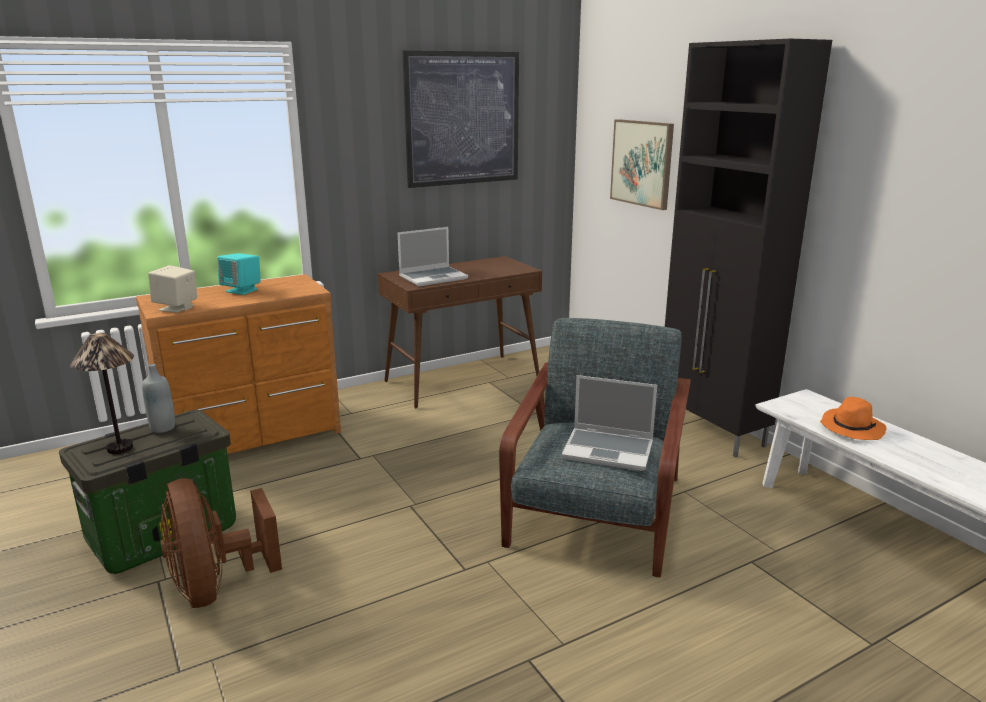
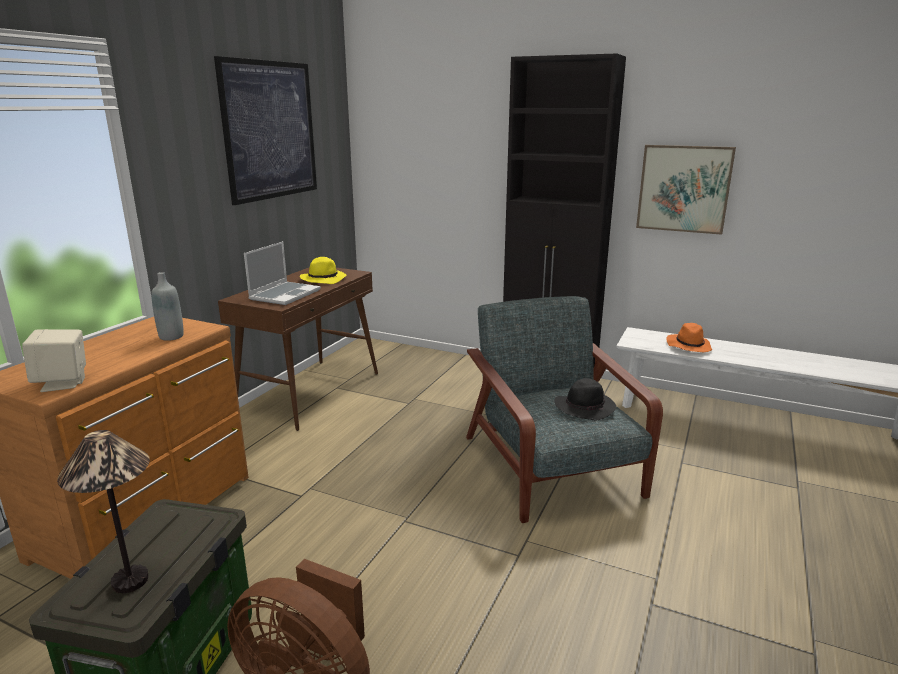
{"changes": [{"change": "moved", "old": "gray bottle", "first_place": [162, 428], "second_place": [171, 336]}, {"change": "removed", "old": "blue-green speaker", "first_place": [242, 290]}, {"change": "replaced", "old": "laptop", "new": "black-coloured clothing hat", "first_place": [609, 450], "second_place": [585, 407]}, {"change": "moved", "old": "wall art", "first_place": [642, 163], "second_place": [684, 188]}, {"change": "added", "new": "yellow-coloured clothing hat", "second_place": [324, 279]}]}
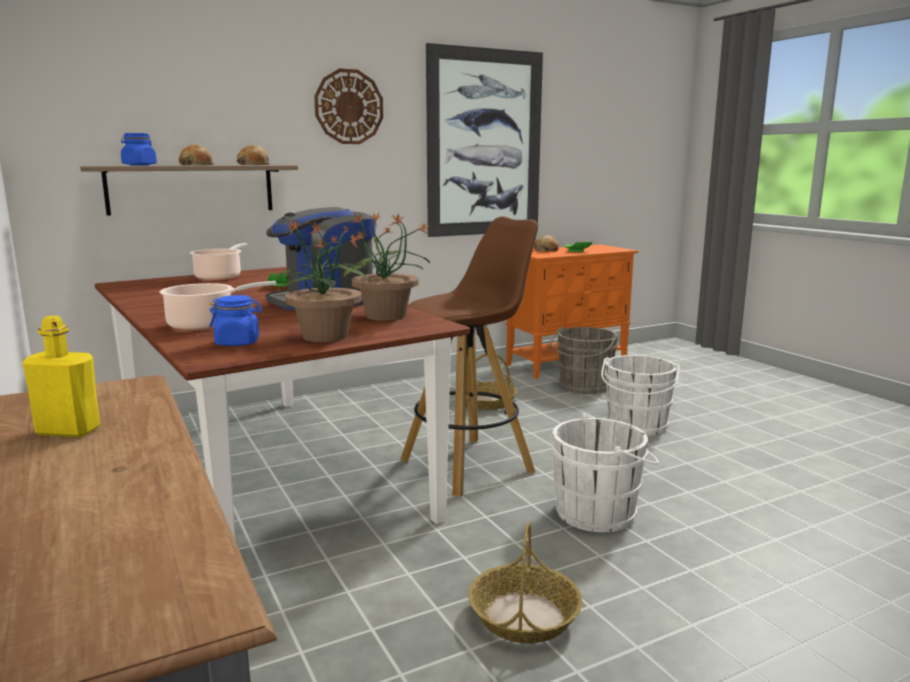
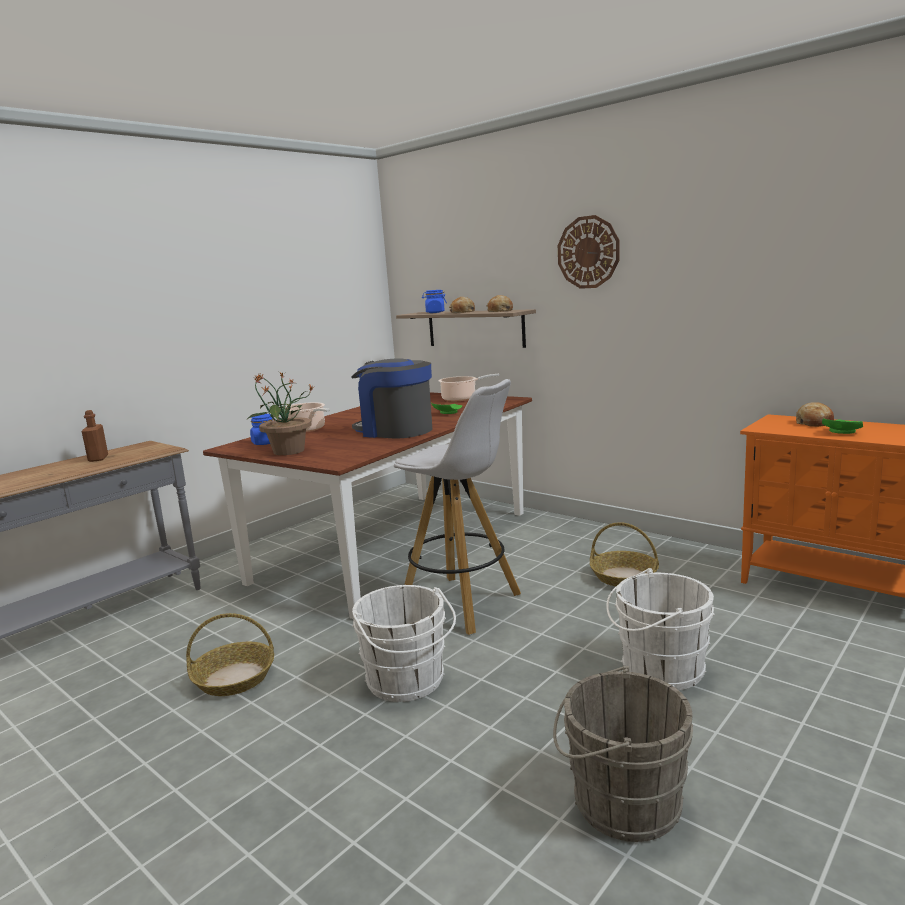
{"changes": [{"change": "recoloured", "old": "yellow-coloured bottle", "new": "brownish bottle", "first_place": [68, 431], "second_place": [98, 458]}, {"change": "removed", "old": "plant in a pot", "first_place": [386, 316]}, {"change": "recoloured", "old": "brownish stool seat", "new": "whitish stool seat", "first_place": [468, 465], "second_place": [462, 604]}, {"change": "removed", "old": "wall art", "first_place": [485, 144]}, {"change": "moved", "old": "gray bucket", "first_place": [583, 387], "second_place": [619, 801]}]}
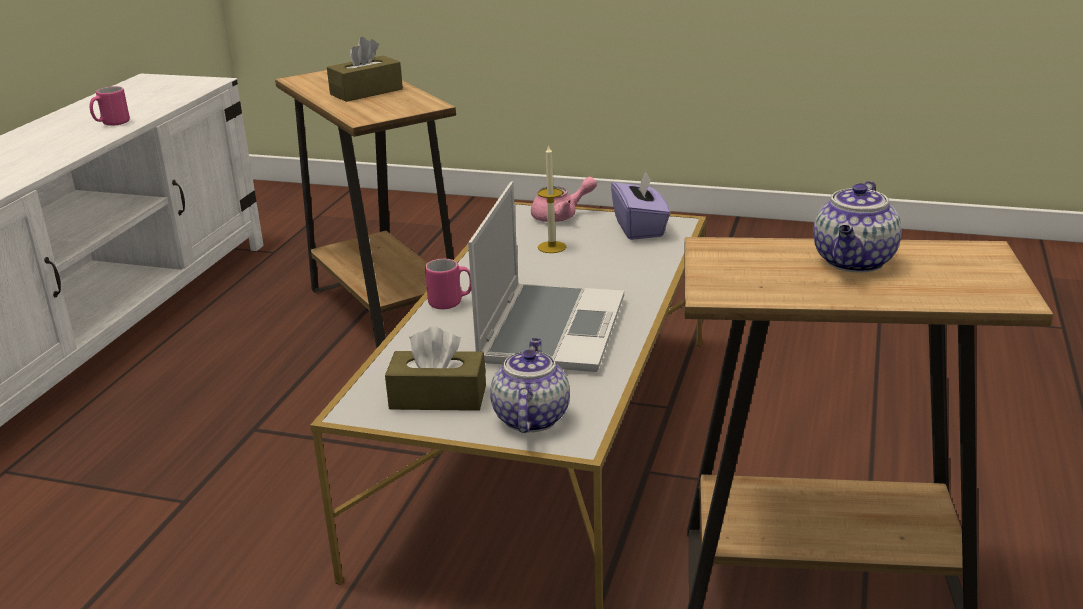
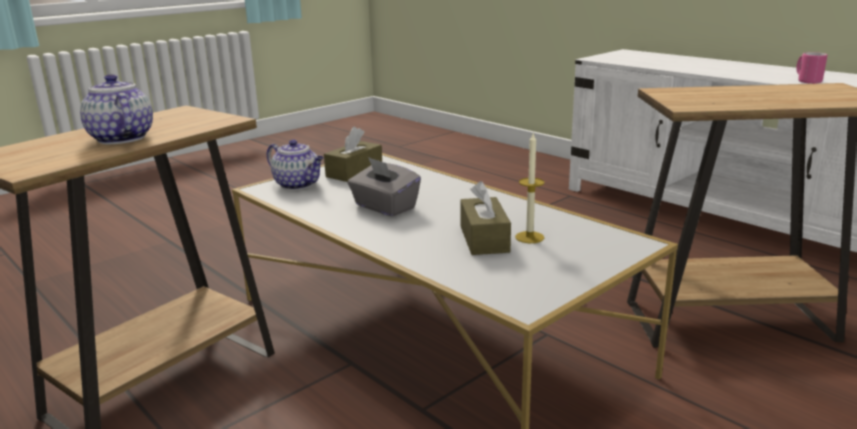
{"changes": [{"change": "moved", "old": "brownish tissue box", "first_place": [366, 92], "second_place": [484, 239]}, {"change": "removed", "old": "pinkish mug", "first_place": [451, 302]}, {"change": "replaced", "old": "laptop", "new": "gray tissue box", "first_place": [550, 329], "second_place": [384, 207]}, {"change": "removed", "old": "pinkish pot for tea", "first_place": [561, 216]}, {"change": "removed", "old": "purplish tissue box", "first_place": [640, 228]}]}
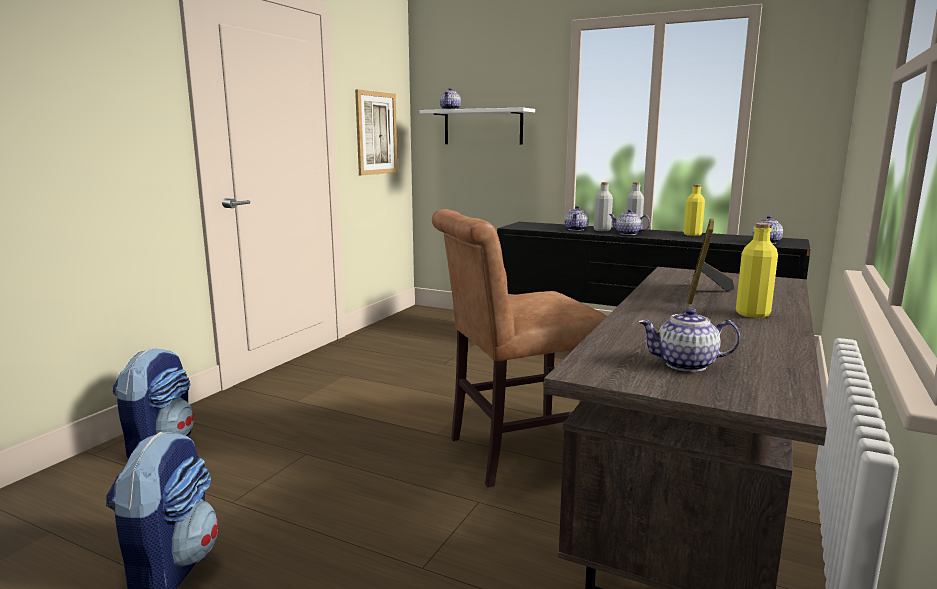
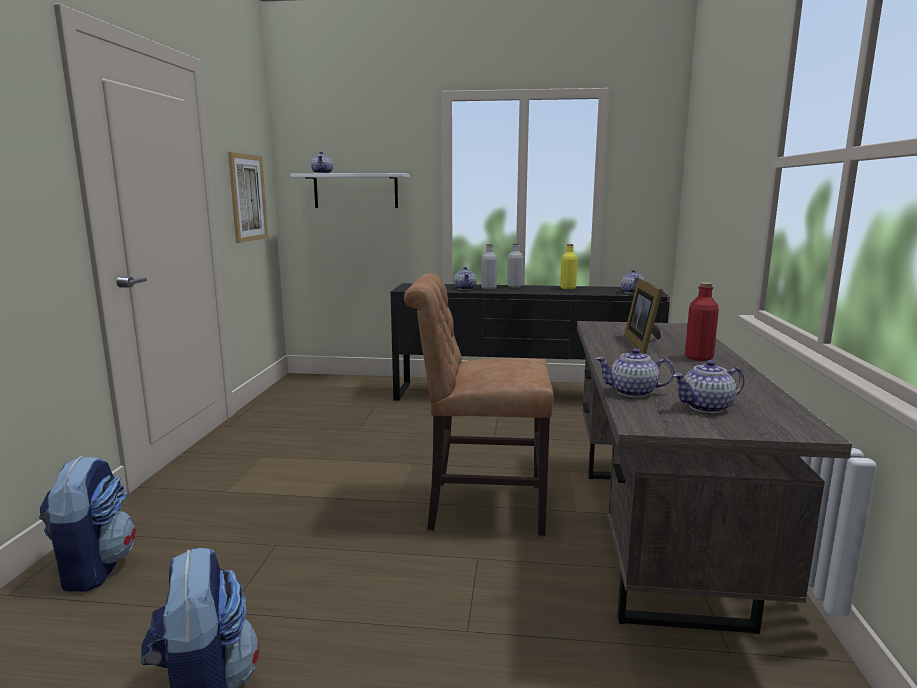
{"changes": [{"change": "turned", "old": "brownish chair", "first_place": [513, 453], "second_place": [479, 506], "degrees": 45}, {"change": "moved", "old": "pot for tea", "first_place": [628, 234], "second_place": [633, 392]}, {"change": "recoloured", "old": "yellow-coloured bottle", "new": "red bottle", "first_place": [752, 314], "second_place": [698, 358]}]}
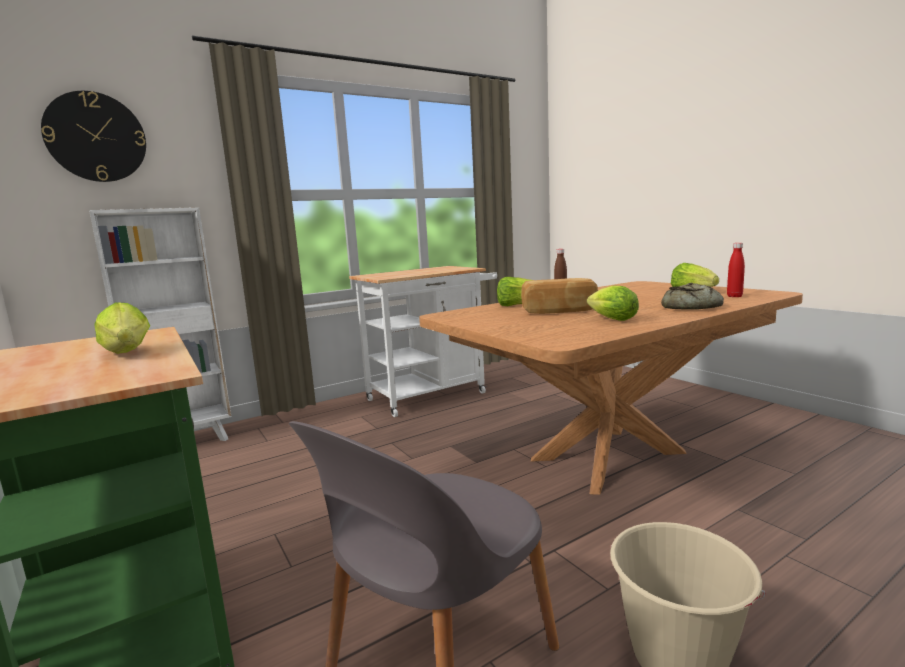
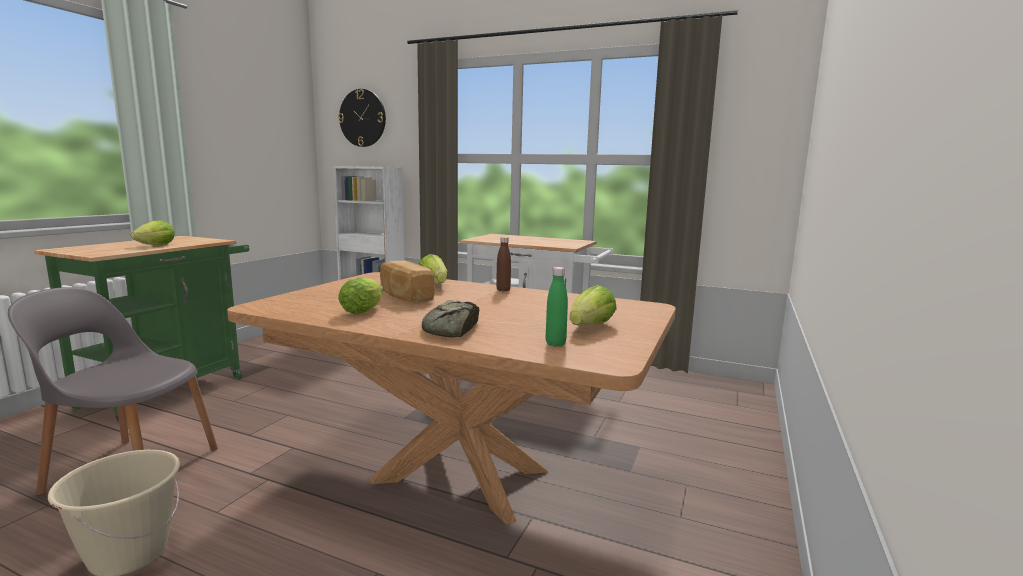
{"changes": [{"change": "recoloured", "old": "red bottle", "new": "greenish bottle", "first_place": [734, 296], "second_place": [555, 344]}]}
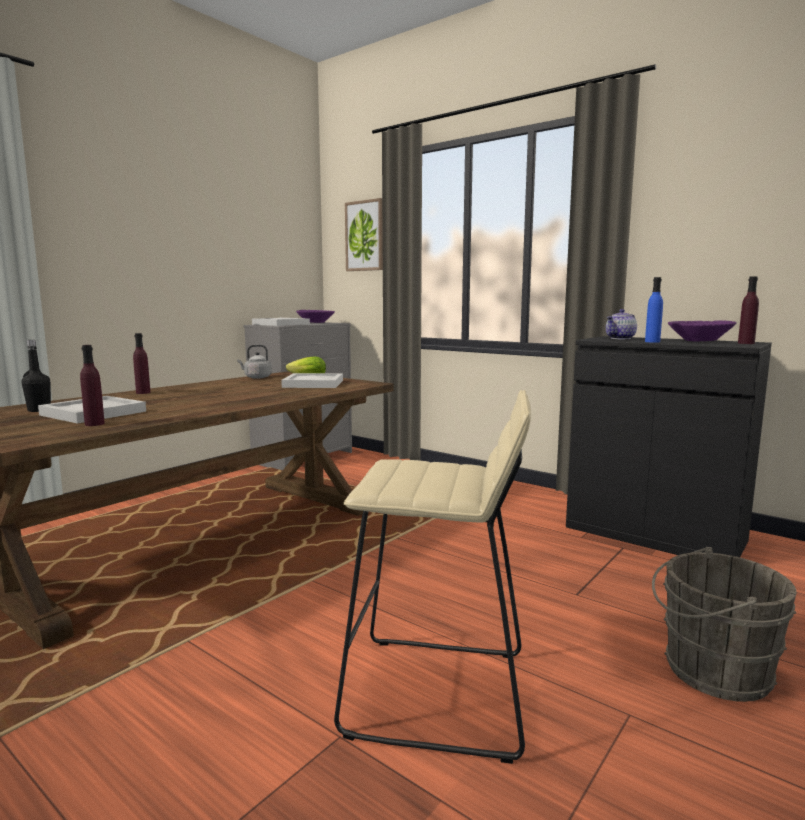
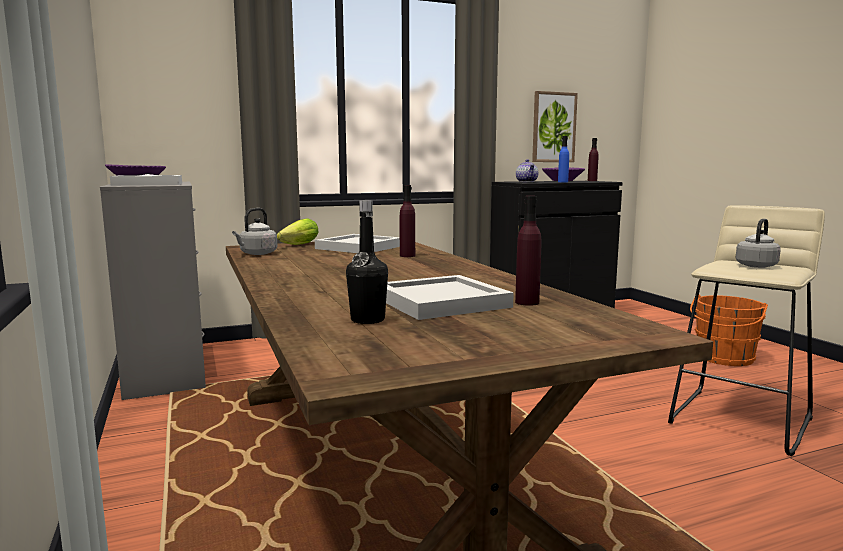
{"changes": [{"change": "moved", "old": "purplish bottle", "first_place": [143, 392], "second_place": [407, 256]}, {"change": "moved", "old": "wall art", "first_place": [365, 236], "second_place": [553, 127]}, {"change": "recoloured", "old": "gray bucket", "new": "orange bucket", "first_place": [710, 670], "second_place": [723, 358]}, {"change": "added", "new": "gray water kettle", "second_place": [757, 265]}]}
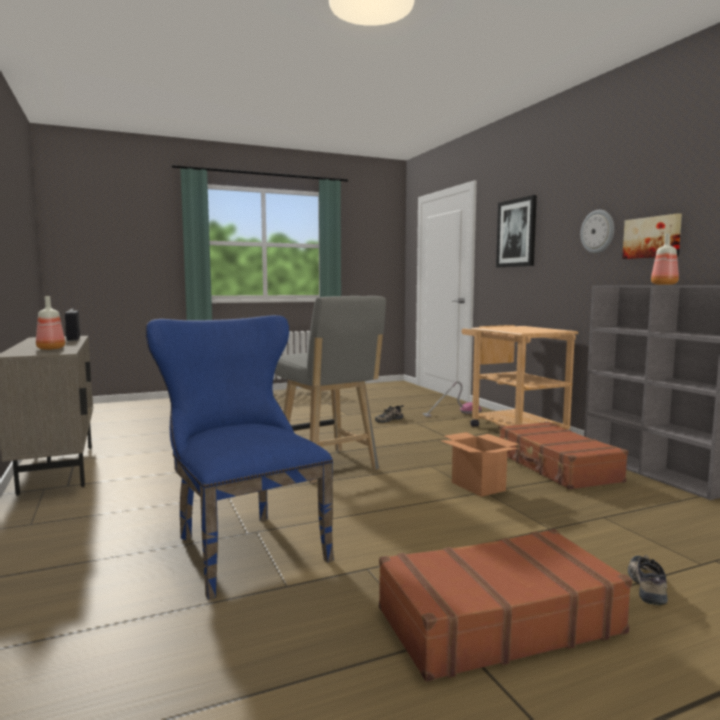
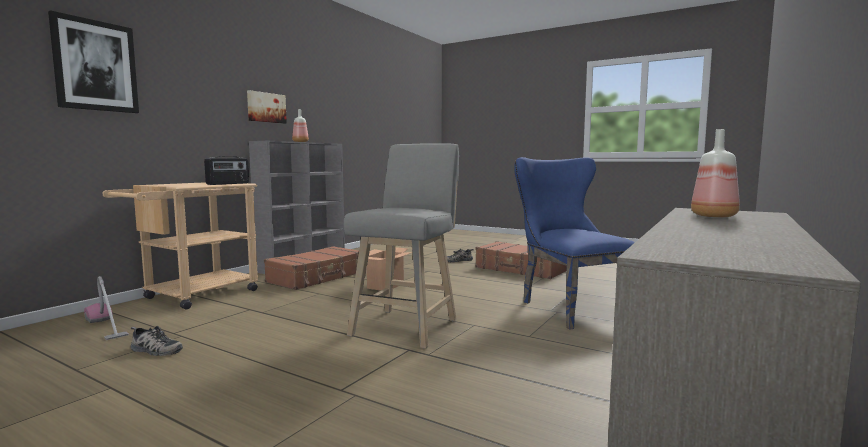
{"changes": [{"change": "moved", "old": "radio set", "first_place": [73, 338], "second_place": [228, 184]}, {"change": "turned", "old": "blue-coloured chair", "first_place": [243, 546], "second_place": [569, 308], "degrees": 135}, {"change": "removed", "old": "wall clock", "first_place": [598, 231]}]}
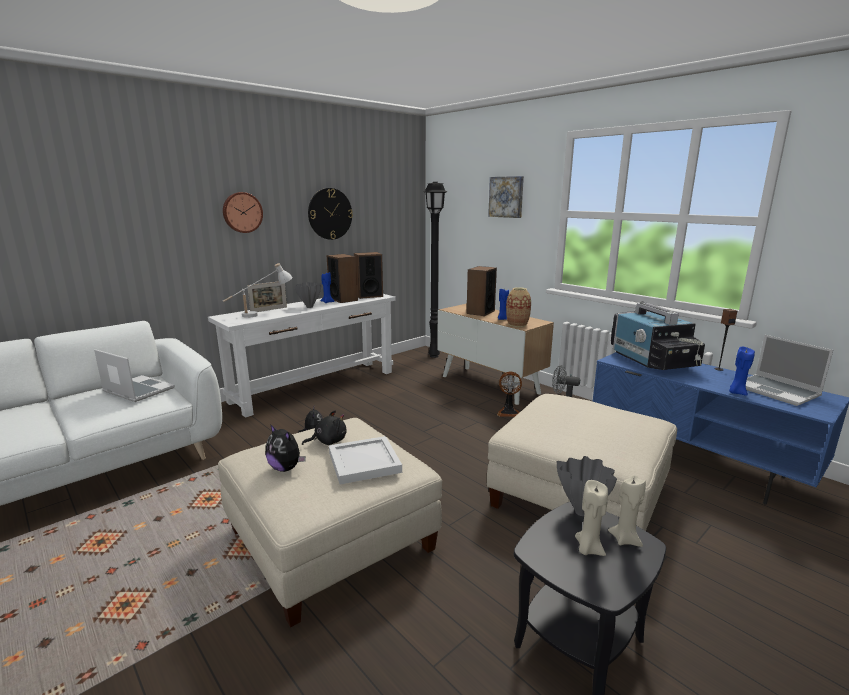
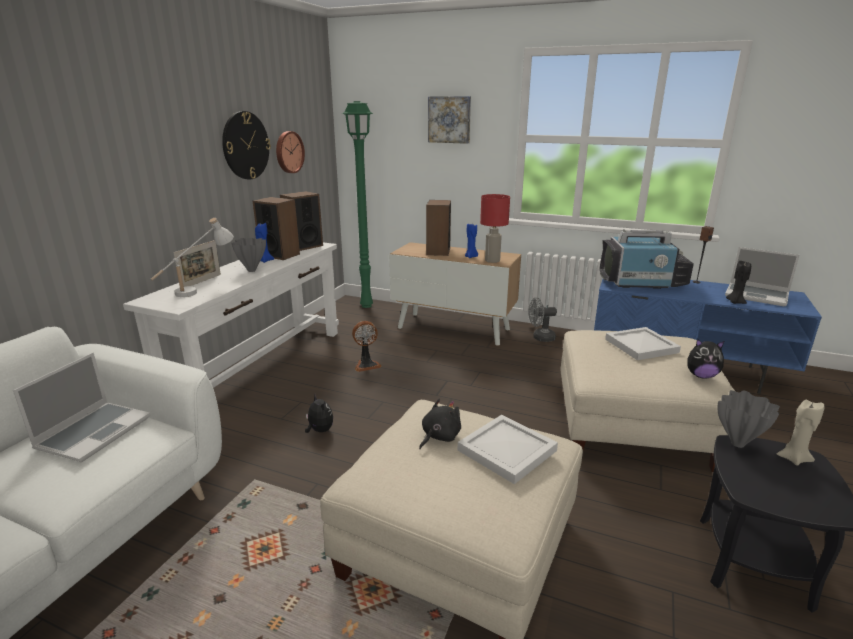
{"changes": [{"change": "turned", "old": "laptop", "first_place": [137, 390], "second_place": [94, 432], "degrees": 105}, {"change": "moved", "old": "wall clock", "first_place": [242, 212], "second_place": [288, 152]}, {"change": "moved", "old": "cuddly toy", "first_place": [286, 468], "second_place": [701, 376]}, {"change": "recoloured", "old": "black-coloured standard lamp", "new": "greenish standard lamp", "first_place": [435, 356], "second_place": [367, 306]}, {"change": "moved", "old": "electric fan", "first_place": [508, 412], "second_place": [366, 365]}, {"change": "replaced", "old": "decorative vase", "new": "red tabletop lamp", "first_place": [517, 324], "second_place": [492, 261]}, {"change": "removed", "old": "beige wax candle", "first_place": [588, 549]}, {"change": "turned", "old": "TV set", "first_place": [652, 361], "second_place": [642, 283], "degrees": -45}, {"change": "recoloured", "old": "blue-coloured wax candle", "new": "black-coloured wax candle", "first_place": [736, 392], "second_place": [735, 302]}, {"change": "added", "new": "whitish carrying tray", "second_place": [640, 345]}]}
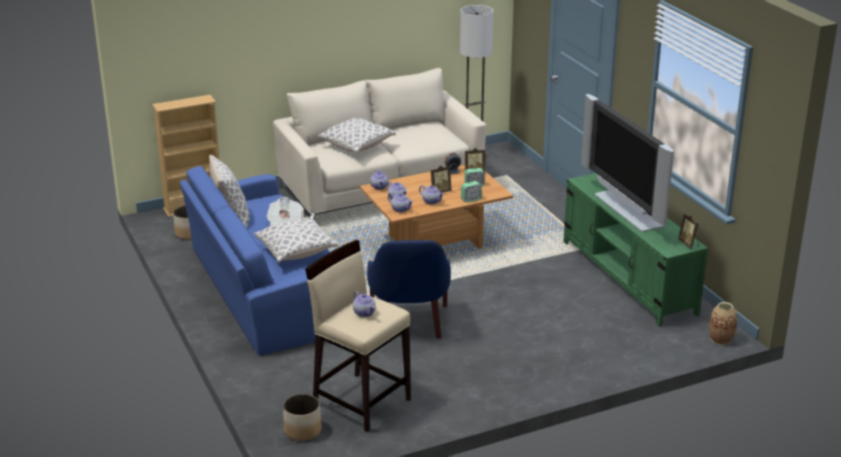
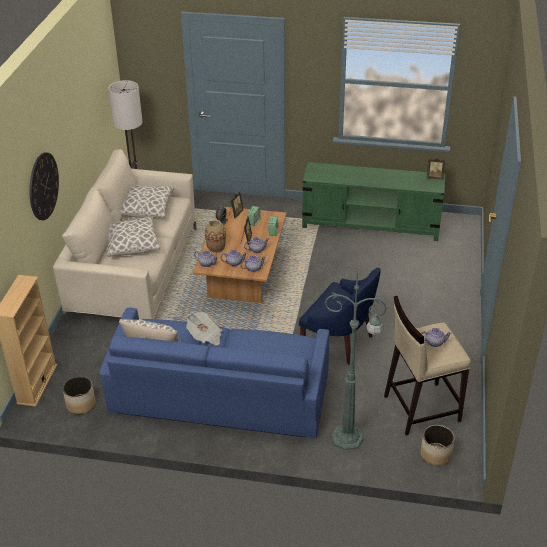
{"changes": [{"change": "moved", "old": "pillow", "first_place": [296, 252], "second_place": [146, 210]}, {"change": "removed", "old": "TV set", "first_place": [628, 210]}, {"change": "moved", "old": "decorative vase", "first_place": [720, 339], "second_place": [216, 248]}, {"change": "added", "new": "wall clock", "second_place": [43, 186]}, {"change": "added", "new": "greenish standard lamp", "second_place": [349, 438]}]}
